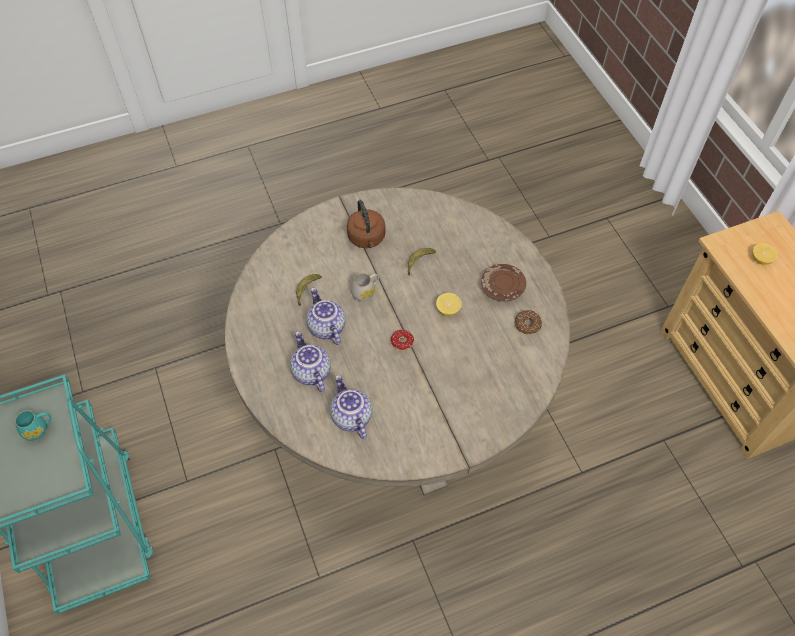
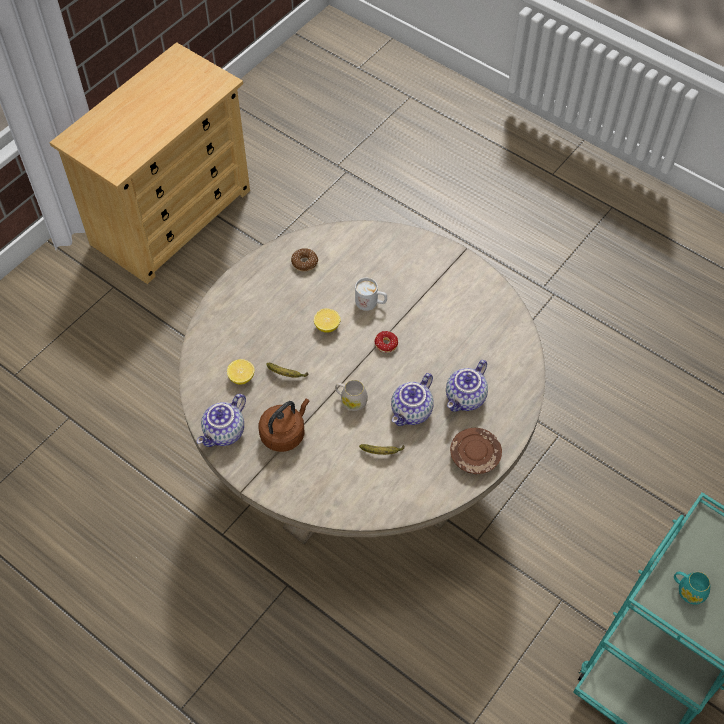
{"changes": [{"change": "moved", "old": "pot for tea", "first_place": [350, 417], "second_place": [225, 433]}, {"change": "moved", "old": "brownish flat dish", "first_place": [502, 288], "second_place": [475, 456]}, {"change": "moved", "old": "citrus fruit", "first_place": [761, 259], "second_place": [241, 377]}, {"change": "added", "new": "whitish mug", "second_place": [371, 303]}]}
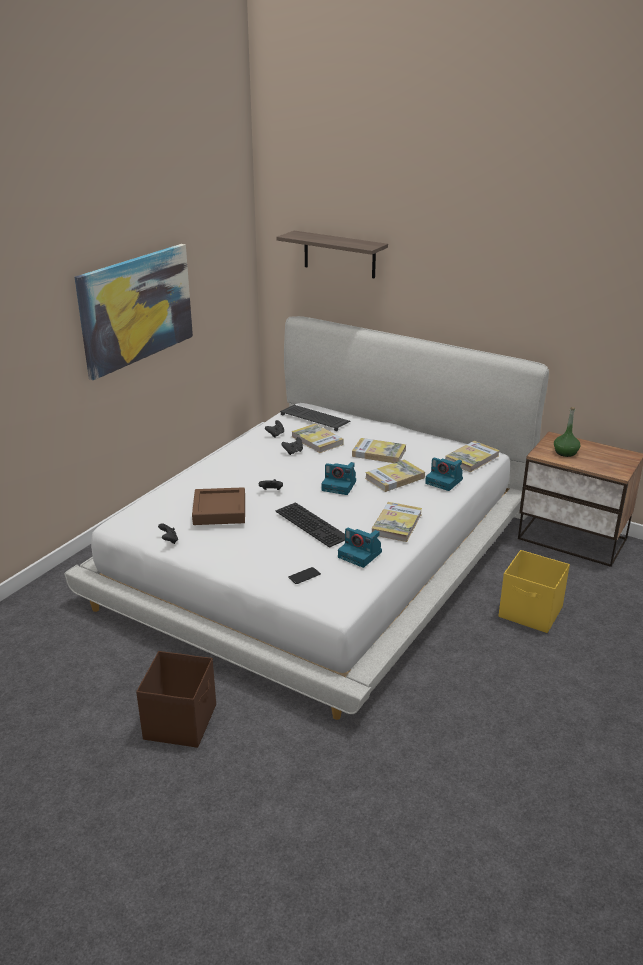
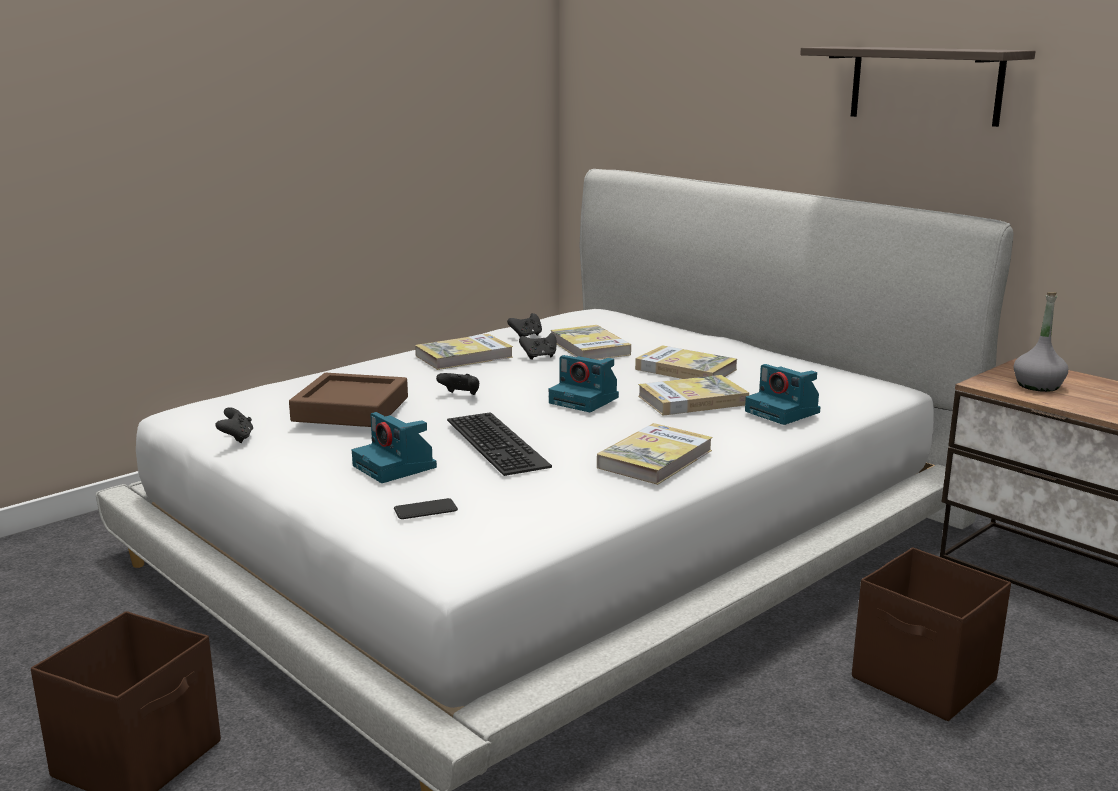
{"changes": [{"change": "removed", "old": "wall art", "first_place": [136, 309]}, {"change": "moved", "old": "shelf", "first_place": [339, 254], "second_place": [925, 85]}, {"change": "removed", "old": "PC keyboard", "first_place": [315, 418]}, {"change": "moved", "old": "still camera", "first_place": [361, 555], "second_place": [396, 467]}, {"change": "moved", "old": "book", "first_place": [472, 459], "second_place": [464, 356]}, {"change": "recoloured", "old": "yellow-coloured storage container", "new": "brownish storage container", "first_place": [531, 613], "second_place": [925, 680]}, {"change": "recoloured", "old": "greenish bottle", "new": "gray bottle", "first_place": [565, 452], "second_place": [1037, 386]}]}
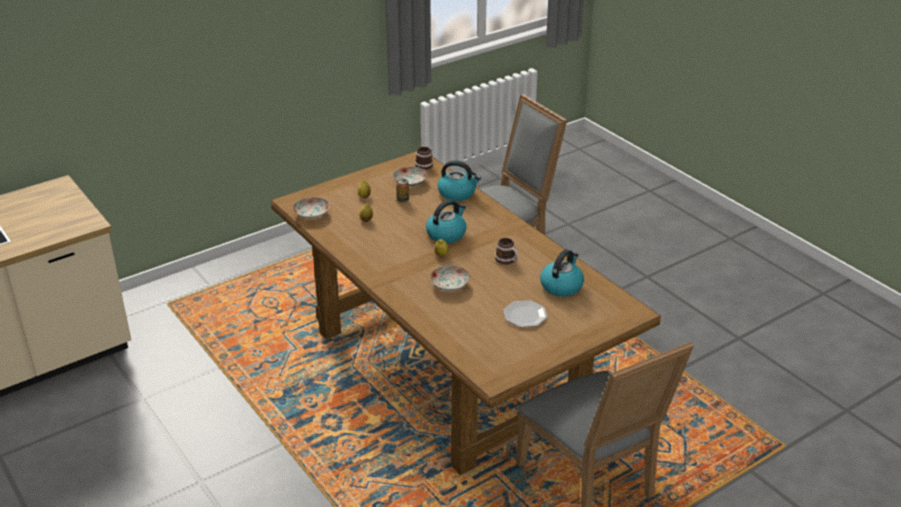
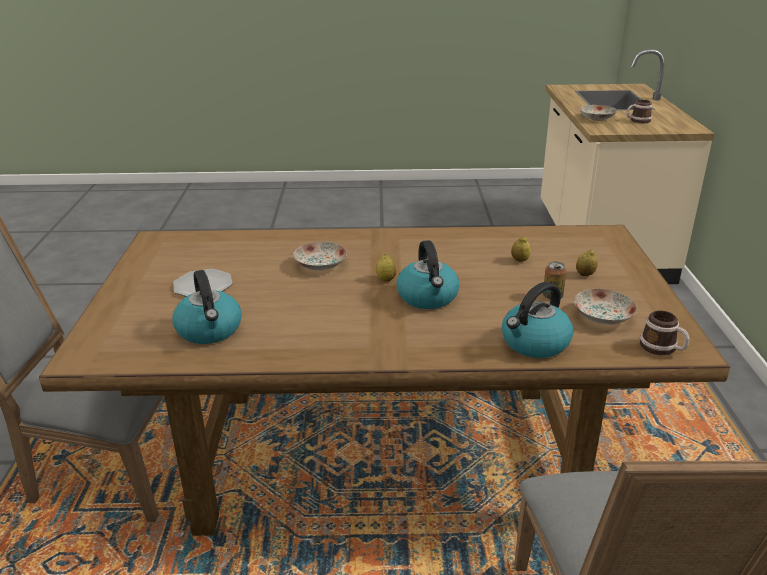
{"changes": [{"change": "moved", "old": "flat dish", "first_place": [312, 214], "second_place": [596, 118]}, {"change": "moved", "old": "mug", "first_place": [507, 260], "second_place": [637, 121]}]}
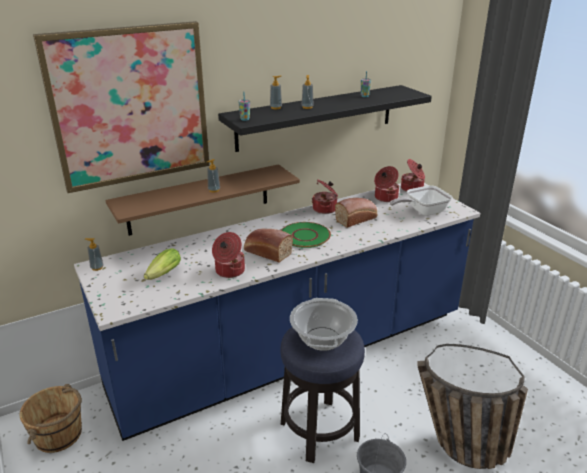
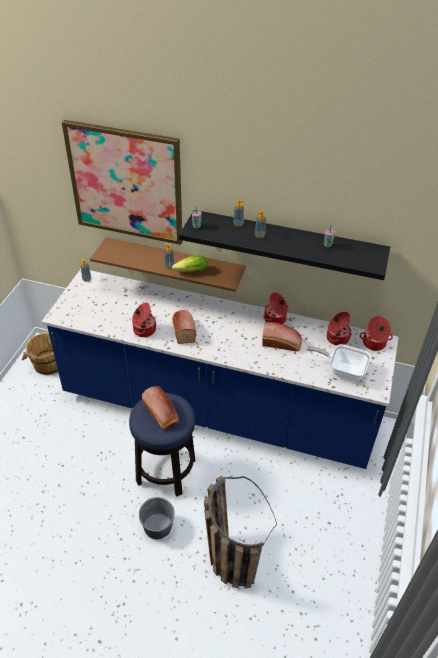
{"changes": [{"change": "moved", "old": "lettuce head", "first_place": [162, 275], "second_place": [189, 271]}, {"change": "removed", "old": "greenish flat dish", "first_place": [304, 236]}, {"change": "replaced", "old": "cooking pot", "new": "bread", "first_place": [323, 339], "second_place": [161, 414]}]}
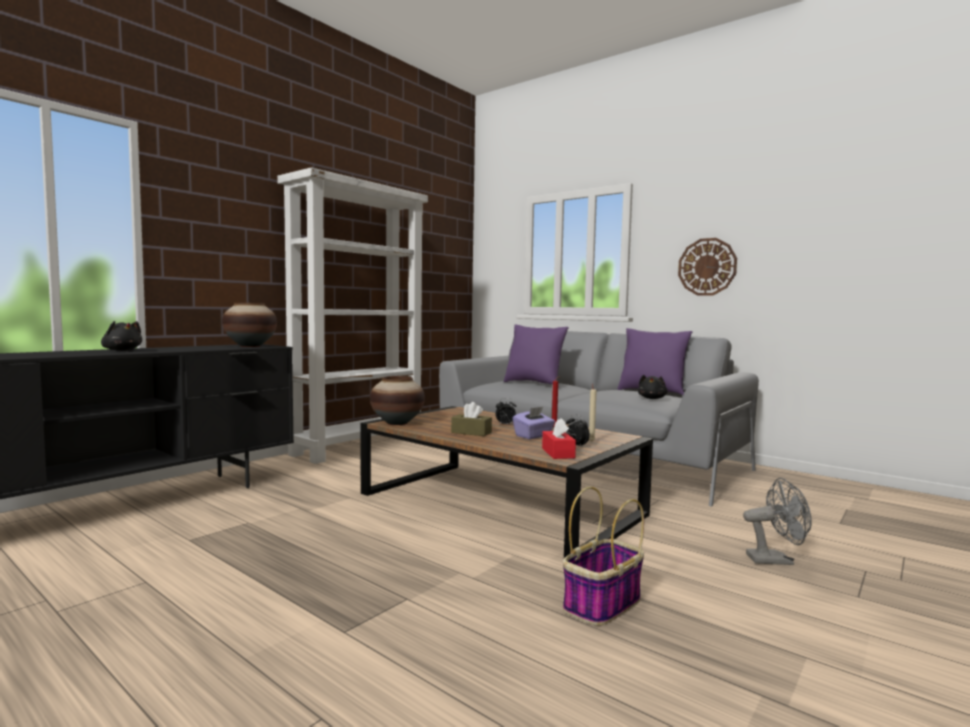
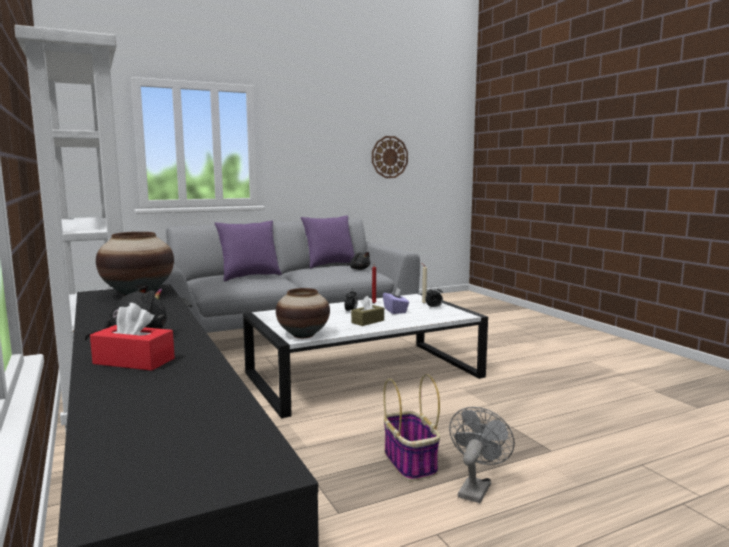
{"changes": [{"change": "recoloured", "old": "brownish lounge table", "new": "whitish lounge table", "first_place": [500, 504], "second_place": [364, 374]}, {"change": "moved", "old": "red tissue box", "first_place": [558, 453], "second_place": [134, 361]}, {"change": "moved", "old": "basket", "first_place": [602, 605], "second_place": [411, 463]}, {"change": "moved", "old": "wall clock", "first_place": [707, 267], "second_place": [389, 157]}, {"change": "moved", "old": "gray electric fan", "first_place": [776, 560], "second_place": [476, 487]}]}
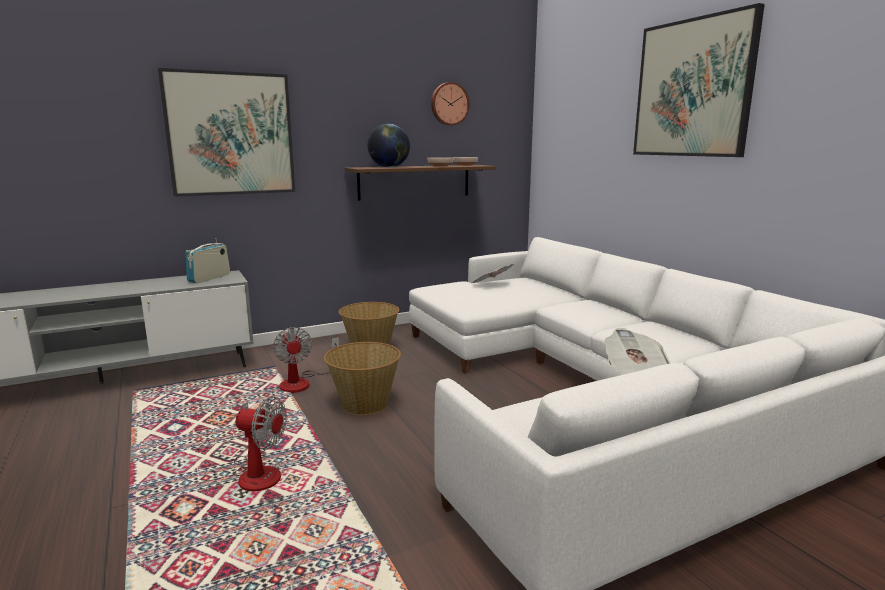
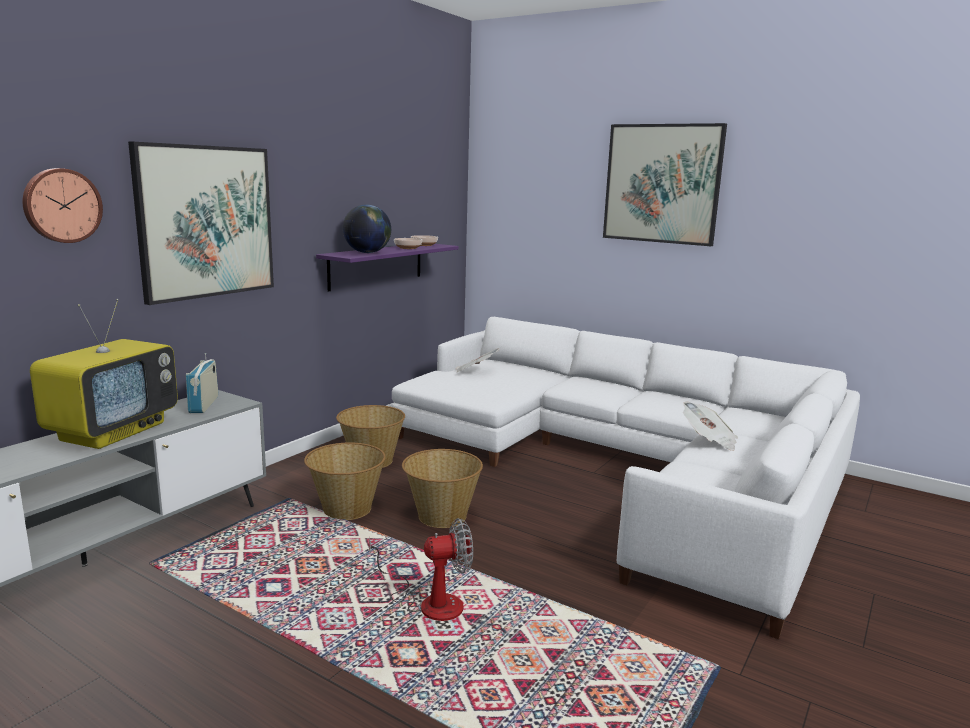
{"changes": [{"change": "replaced", "old": "electric fan", "new": "basket", "first_place": [302, 382], "second_place": [346, 508]}, {"change": "recoloured", "old": "brownish shelf", "new": "purplish shelf", "first_place": [414, 182], "second_place": [376, 265]}, {"change": "moved", "old": "wall clock", "first_place": [449, 104], "second_place": [61, 205]}, {"change": "added", "new": "TV set", "second_place": [113, 431]}]}
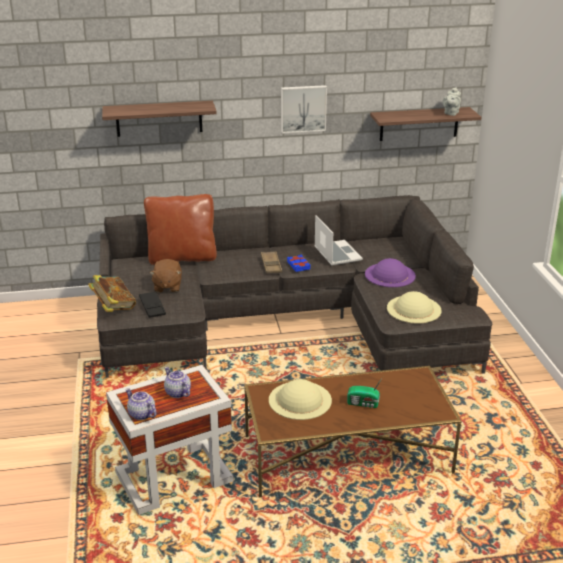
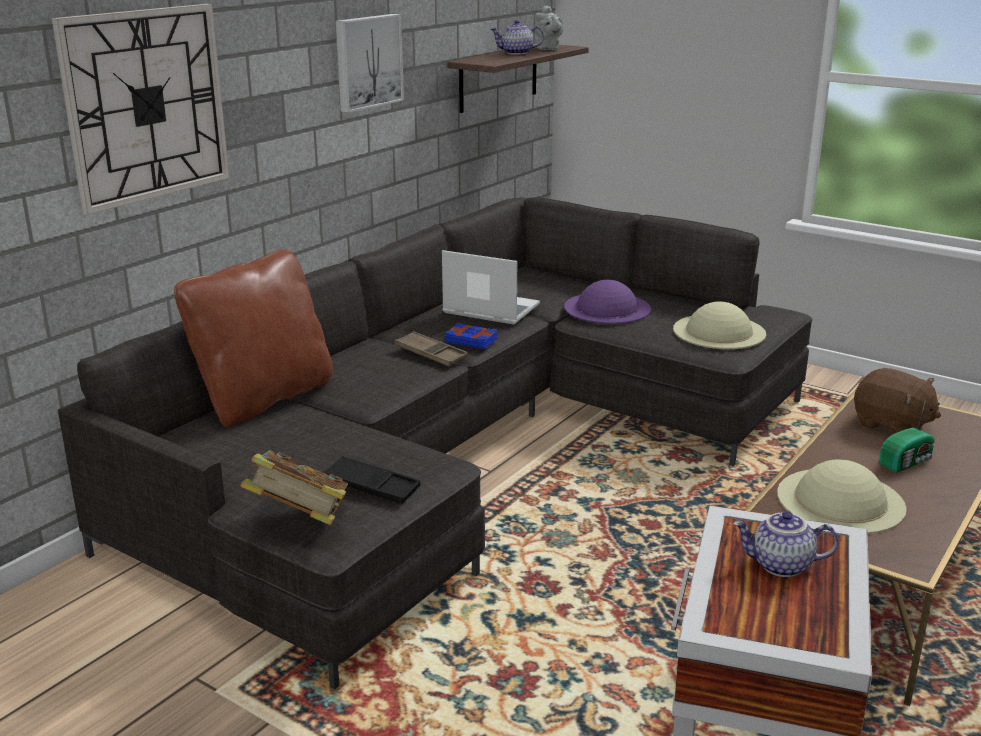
{"changes": [{"change": "replaced", "old": "shelf", "new": "wall clock", "first_place": [159, 118], "second_place": [146, 105]}, {"change": "moved", "old": "pot for tea", "first_place": [141, 414], "second_place": [516, 53]}, {"change": "moved", "old": "brownish cuddly toy", "first_place": [167, 287], "second_place": [891, 425]}]}
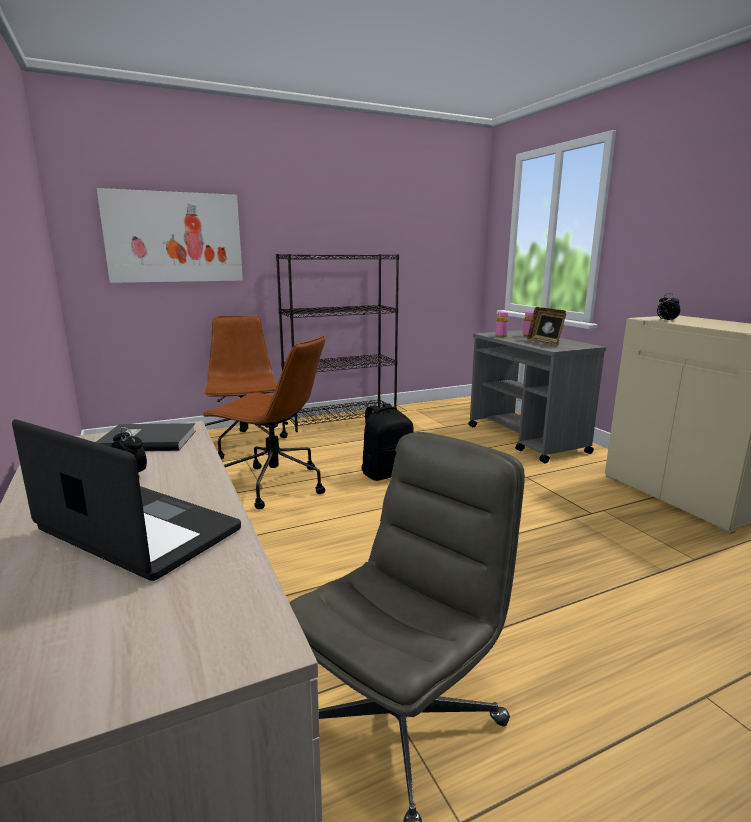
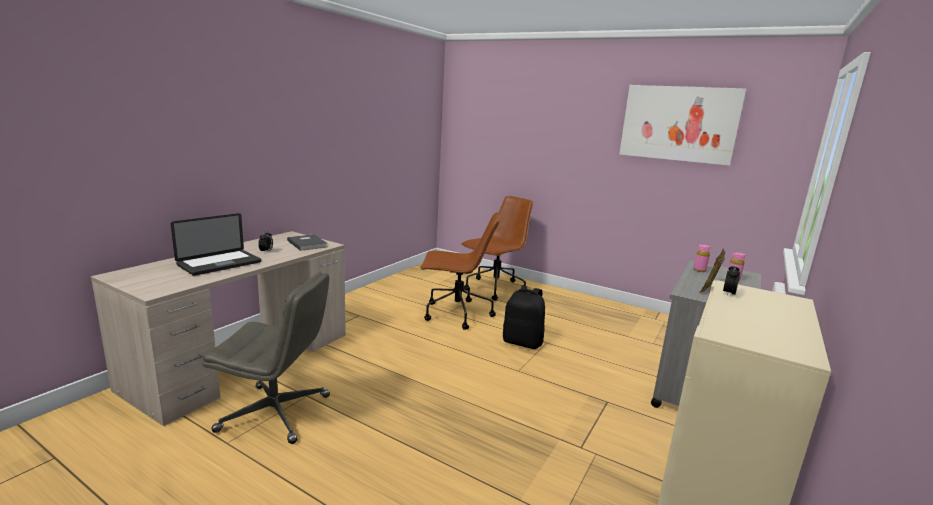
{"changes": [{"change": "turned", "old": "laptop", "first_place": [138, 531], "second_place": [219, 264], "degrees": 45}, {"change": "moved", "old": "wall art", "first_place": [174, 237], "second_place": [678, 123]}, {"change": "turned", "old": "brownish office chair", "first_place": [273, 485], "second_place": [456, 314], "degrees": -75}, {"change": "removed", "old": "black-coloured bookcase", "first_place": [341, 419]}]}
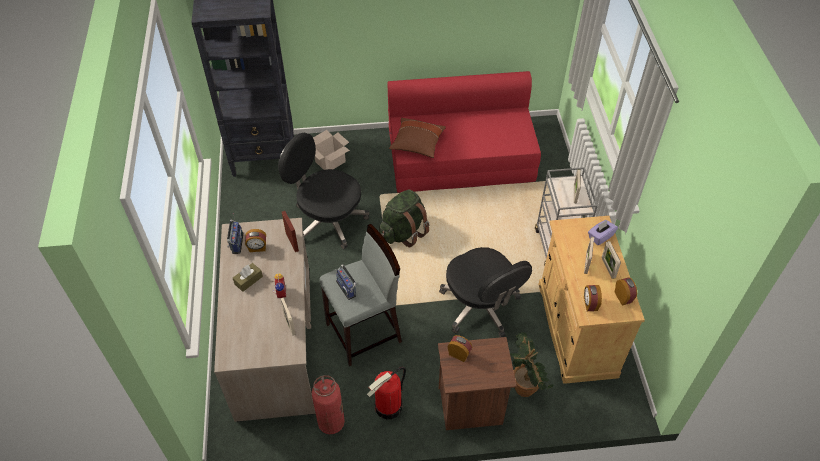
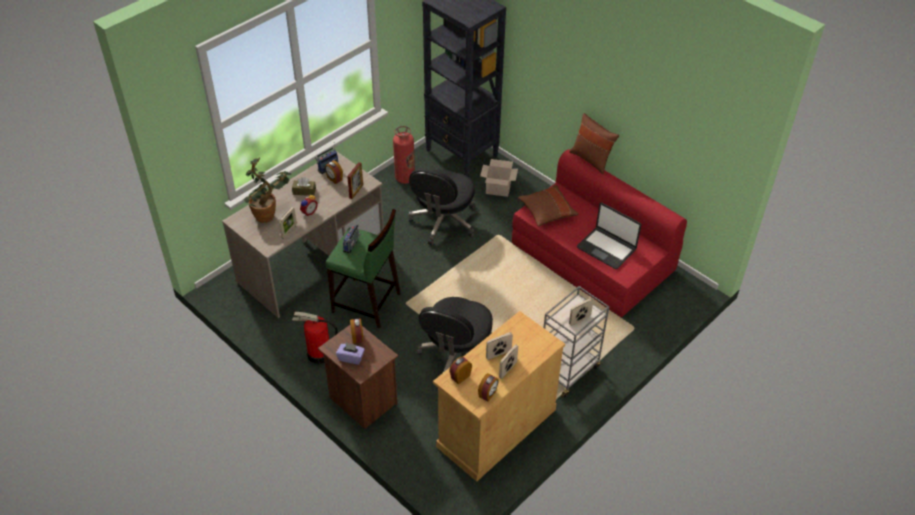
{"changes": [{"change": "turned", "old": "black-coloured office chair", "first_place": [328, 220], "second_place": [443, 222], "degrees": -150}, {"change": "moved", "old": "extinguisher", "first_place": [331, 423], "second_place": [405, 178]}, {"change": "recoloured", "old": "gray stool seat", "new": "greenish stool seat", "first_place": [364, 333], "second_place": [366, 303]}, {"change": "removed", "old": "greenish backpack", "first_place": [403, 232]}, {"change": "moved", "old": "plant in a pot", "first_place": [525, 383], "second_place": [269, 215]}, {"change": "moved", "old": "purplish tissue box", "first_place": [600, 237], "second_place": [351, 358]}, {"change": "added", "new": "brownish pillow", "second_place": [591, 159]}, {"change": "added", "new": "laptop", "second_place": [606, 248]}]}
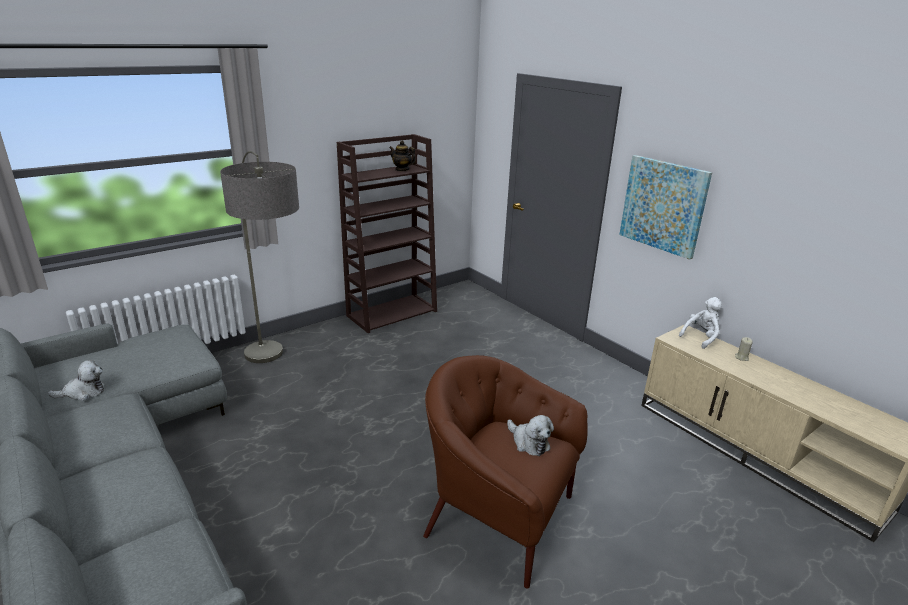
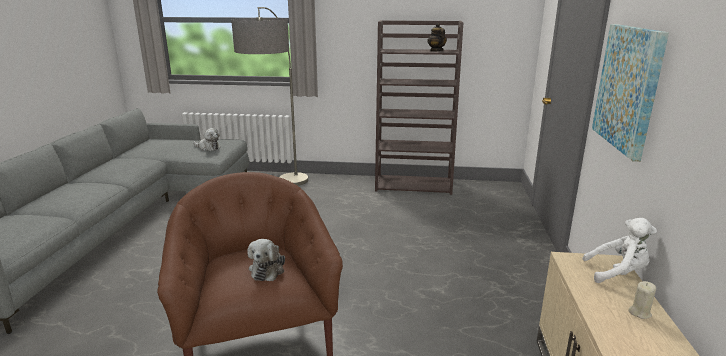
{"changes": [{"change": "moved", "old": "cuddly toy", "first_place": [83, 392], "second_place": [208, 148]}]}
